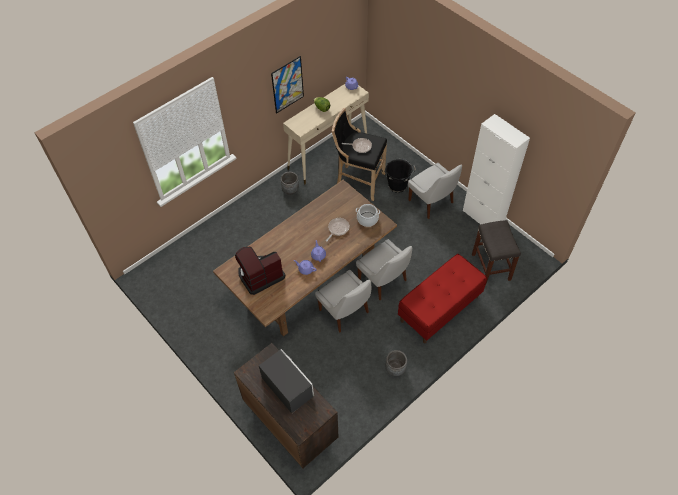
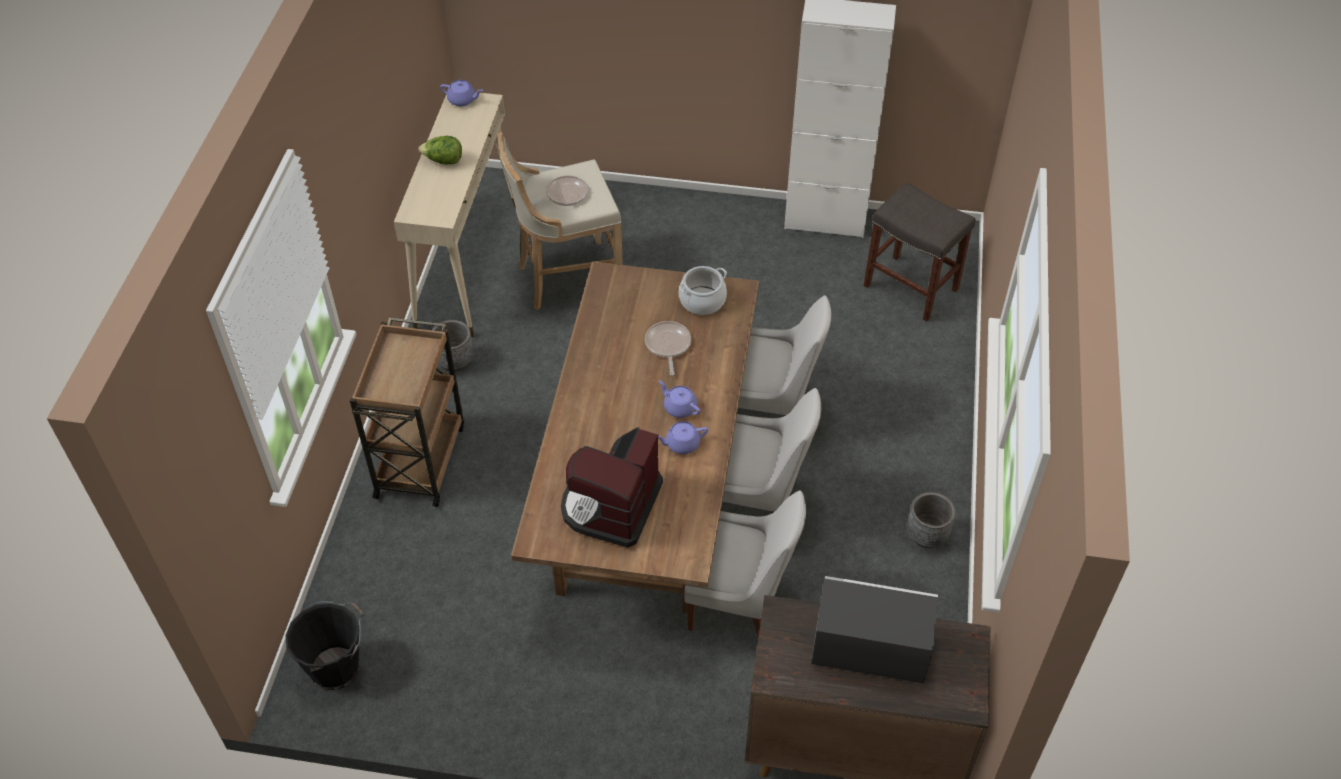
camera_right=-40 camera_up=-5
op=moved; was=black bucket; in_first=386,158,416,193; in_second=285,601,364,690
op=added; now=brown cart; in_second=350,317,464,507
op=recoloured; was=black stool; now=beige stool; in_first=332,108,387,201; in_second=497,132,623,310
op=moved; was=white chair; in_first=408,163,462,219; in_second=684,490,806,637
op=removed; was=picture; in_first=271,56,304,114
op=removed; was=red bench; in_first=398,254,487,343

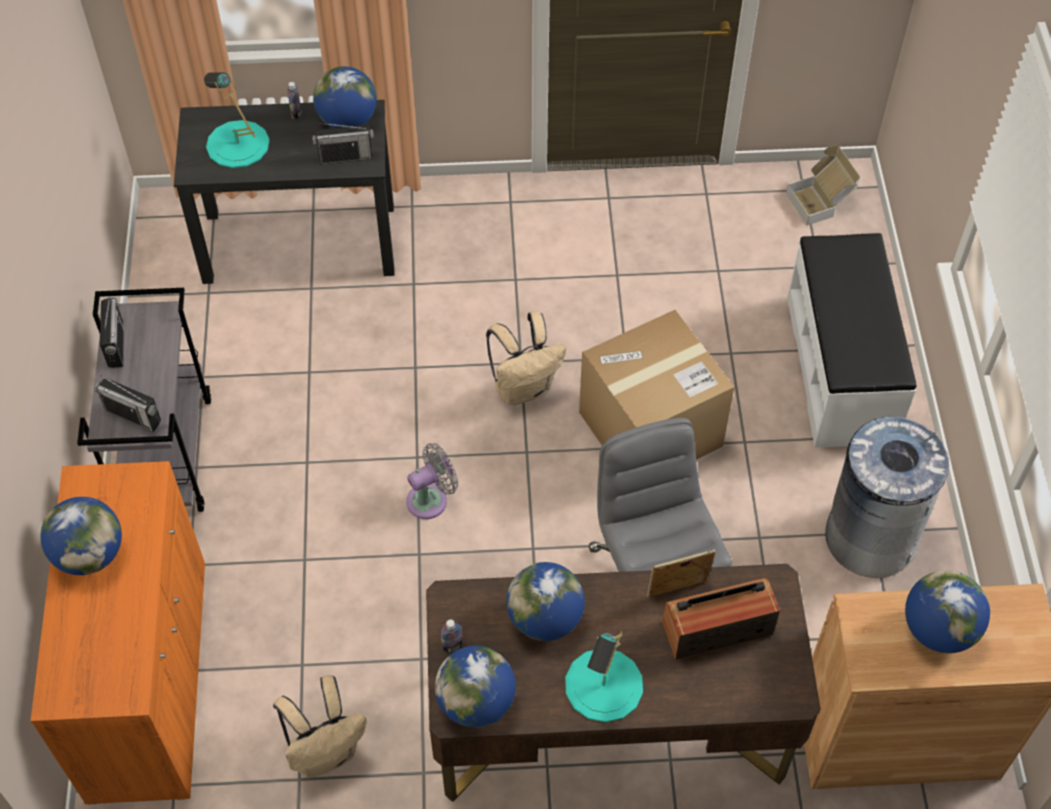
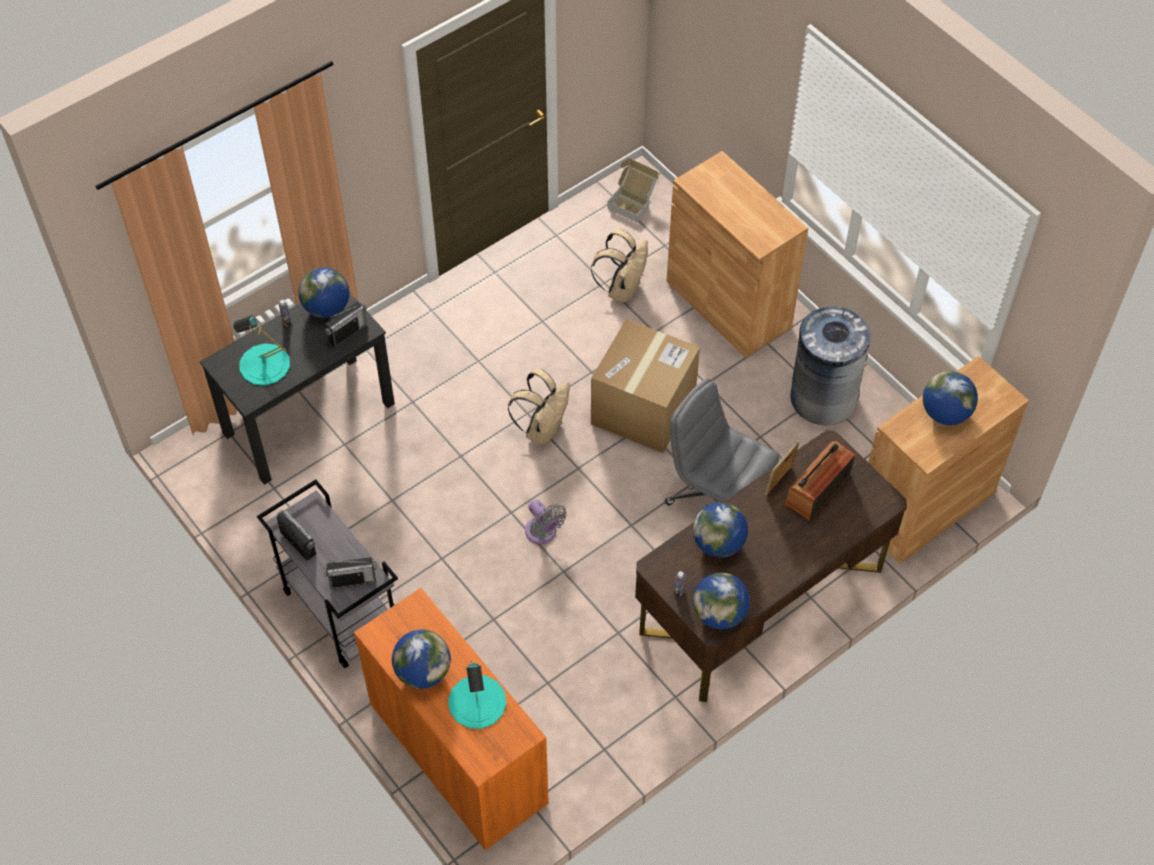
camera_right=-35 camera_up=0
op=moved; was=turquoise table lamp; in_first=565,631,643,722; in_second=448,660,507,729
op=turned; was=grey fan; in_first=406,443,458,519; in_second=525,500,567,544; clockwise=120
op=moved; was=beige backpack; in_first=273,675,367,777; in_second=591,229,648,303
op=replaced; was=white bench; now=brown cabinet; in_first=787,233,917,448; in_second=666,151,808,358

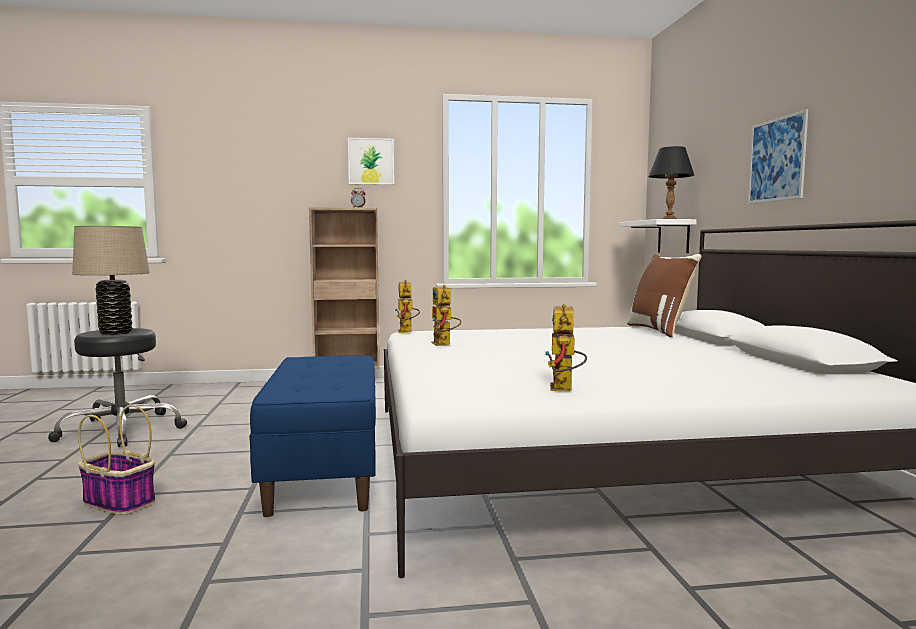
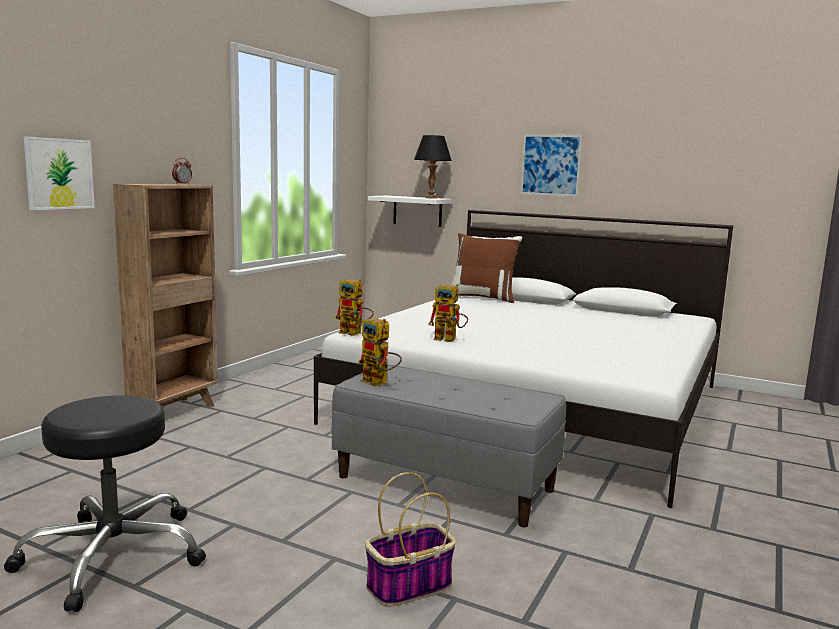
camera_right=-55 camera_up=5
op=moved; was=picture; in_first=348,138,394,185; in_second=24,137,95,210
op=recoloured; was=blue bench; now=grey bench; in_first=249,355,376,517; in_second=332,364,566,527
op=moved; was=toy robot; in_first=545,304,587,391; in_second=358,318,402,386
op=removed; was=beige table lamp; in_first=72,226,150,335

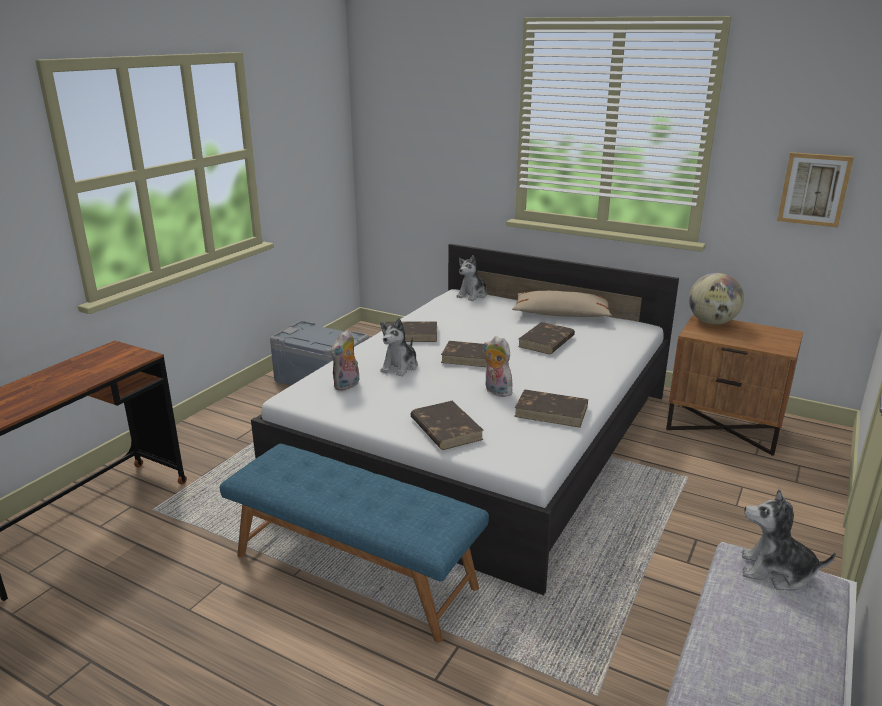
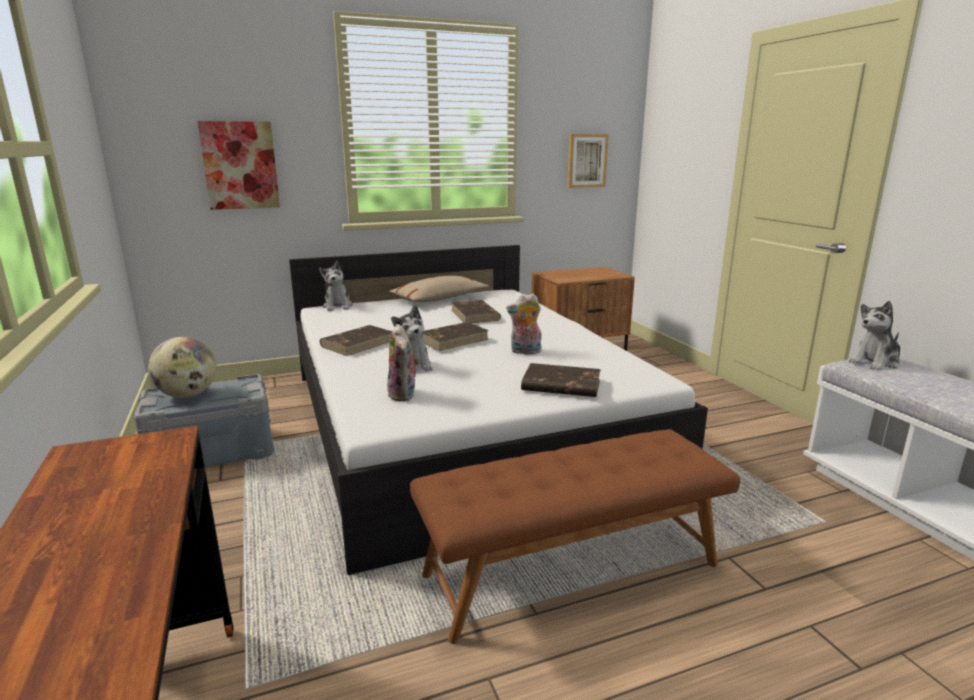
camera_right=-50 camera_up=-5
op=moved; was=globe; in_first=689,273,744,325; in_second=148,337,217,398
op=added; now=picture; in_second=197,121,280,210
op=recoloured; was=blue bench; now=brown bench; in_first=220,444,489,643; in_second=410,429,740,644
op=removed; was=brown book; in_first=514,389,588,428

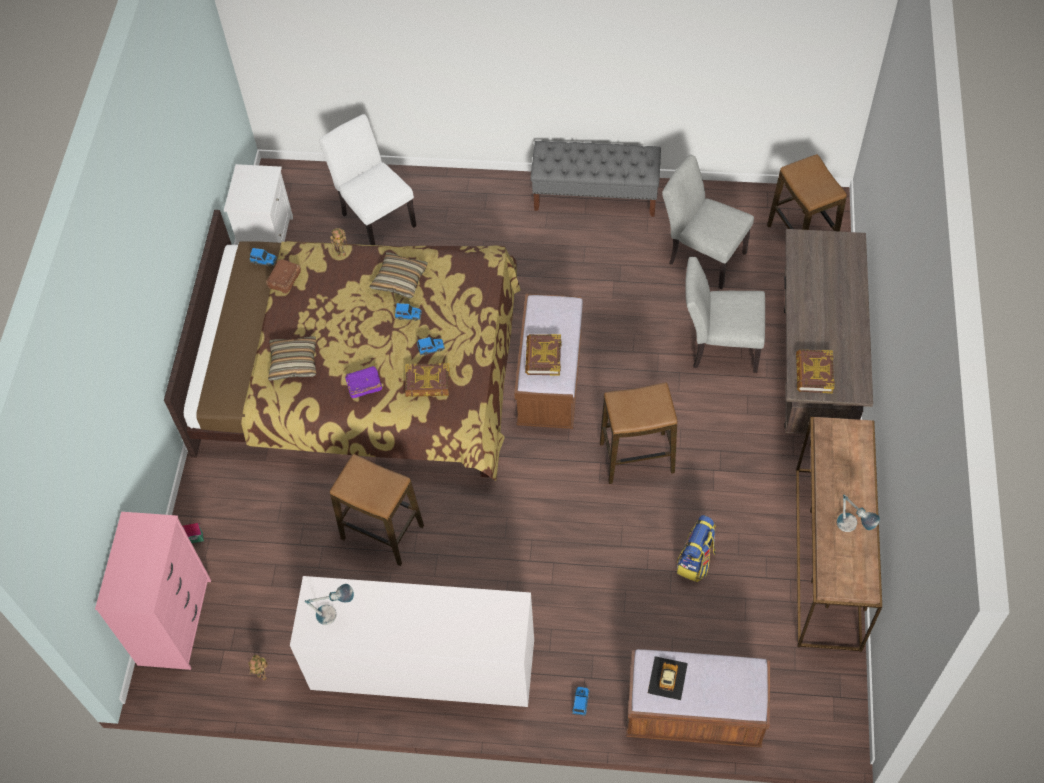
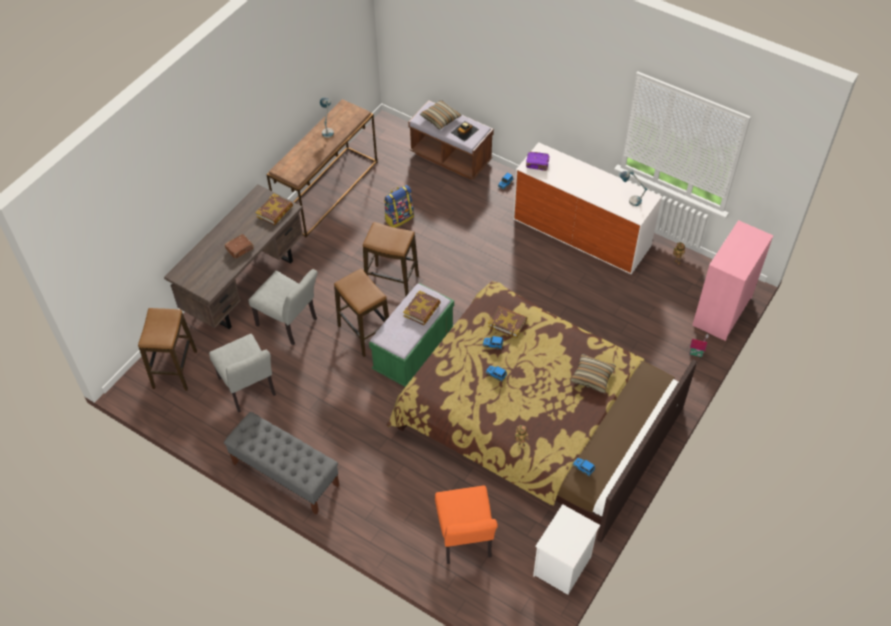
camera_right=-155 camera_up=-5
op=moved; was=brown book; in_first=266,259,301,294; in_second=225,234,254,258
op=moved; was=stool; in_first=330,454,424,566; in_second=334,269,389,357
op=recoloured; was=brown bench; now=green bench; in_first=514,294,583,429; in_second=369,283,454,387
op=moved; was=pillow; in_first=370,252,428,298; in_second=420,100,462,130
op=recoloured; was=white chair; now=orange chair; in_first=319,114,416,245; in_second=435,485,498,564
op=moved; was=purple book; in_first=345,366,382,398; in_second=526,152,550,171

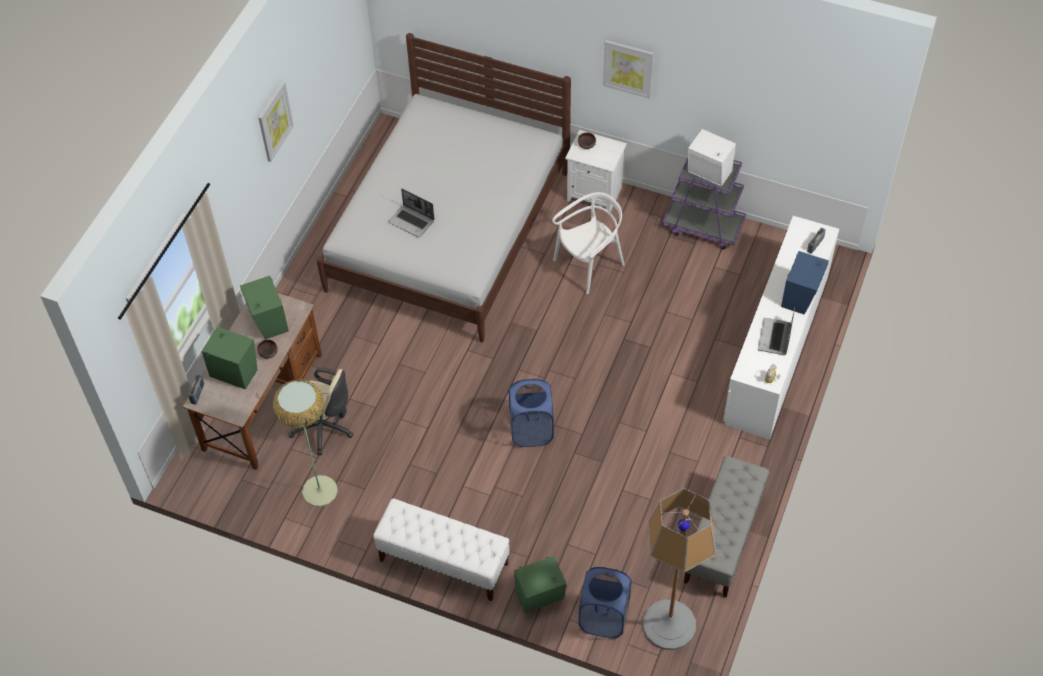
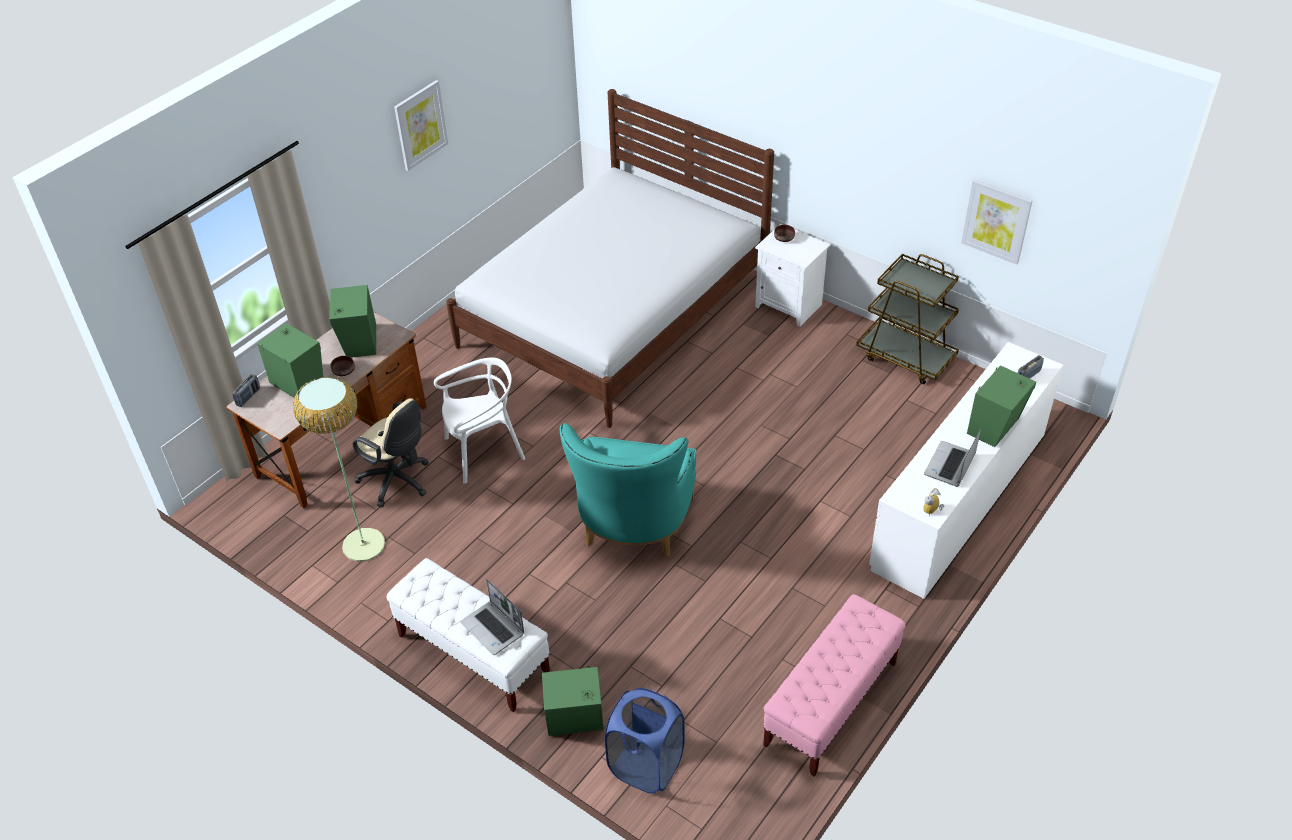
camera_right=15 camera_up=-10
op=moved; was=white chair; in_first=552,192,625,294; in_second=434,358,525,484
op=moved; was=laptop; in_first=389,189,435,237; in_second=461,579,524,655
op=replaced; was=blue laundry basket; now=turquoise armchair; in_first=509,378,554,447; in_second=560,423,696,557
op=recoloured; was=grey bench; now=pink bench; in_first=684,456,769,598; in_second=763,594,906,777
op=recoloured; was=purple cart; now=brown cart; in_first=663,158,746,250; in_second=856,254,959,384
op=moved; was=picture; in_first=603,40,654,99; in_second=961,180,1032,264
op=recoloured; was=blue speaker; now=green speaker; in_first=781,251,829,315; in_second=967,365,1036,447
op=removed; was=floor lamp; in_first=643,488,716,650
op=removed; was=white speaker; in_first=688,129,736,186

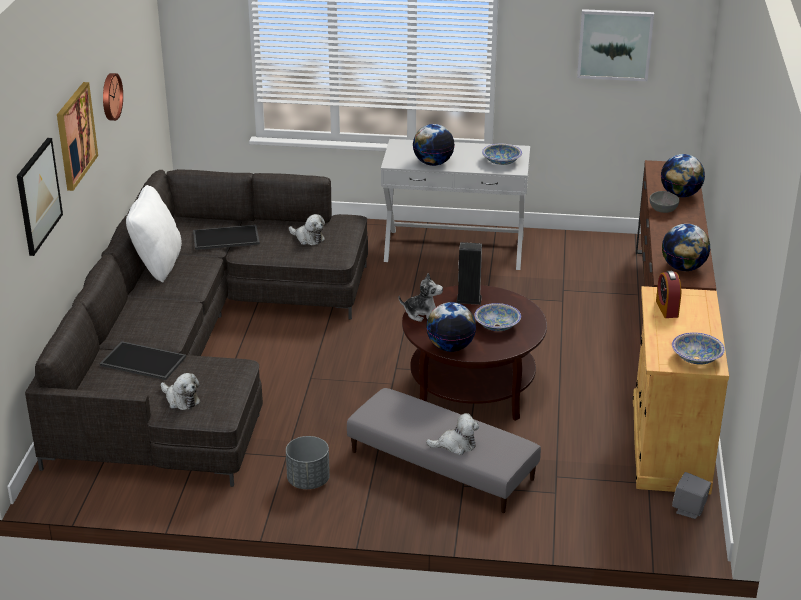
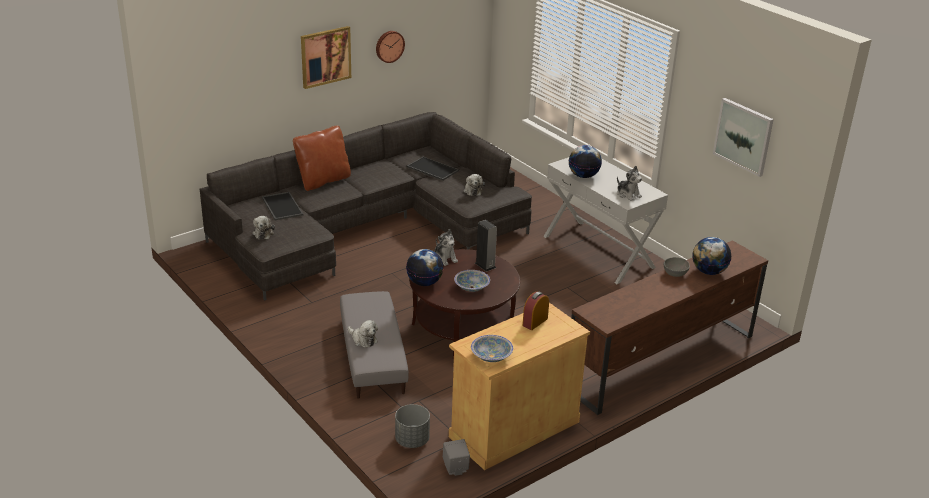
camera_right=45 camera_up=0
op=added; now=brown pillow; in_second=293,126,351,191
op=moved; was=grey planter; in_first=286,436,330,489; in_second=395,404,430,448
op=replaced; was=bowl; now=plush toy; in_first=482,144,522,165; in_second=617,166,642,201
op=removed; was=picture; in_first=17,138,63,256
op=removed; was=white pillow; in_first=126,185,182,282
op=removed; was=globe; in_first=662,224,710,271

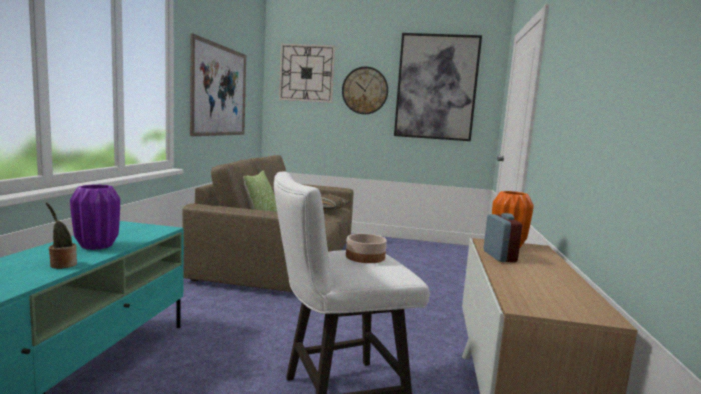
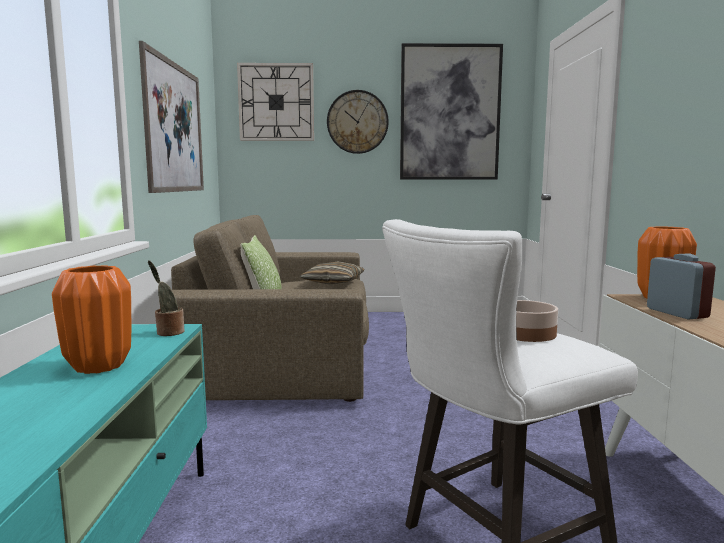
camera_right=-10 camera_up=0
op=recoloured; was=purple vase; now=orange vase; in_first=70,185,120,250; in_second=52,265,131,374
op=moved; was=potted plant; in_first=46,202,77,269; in_second=148,260,185,336

